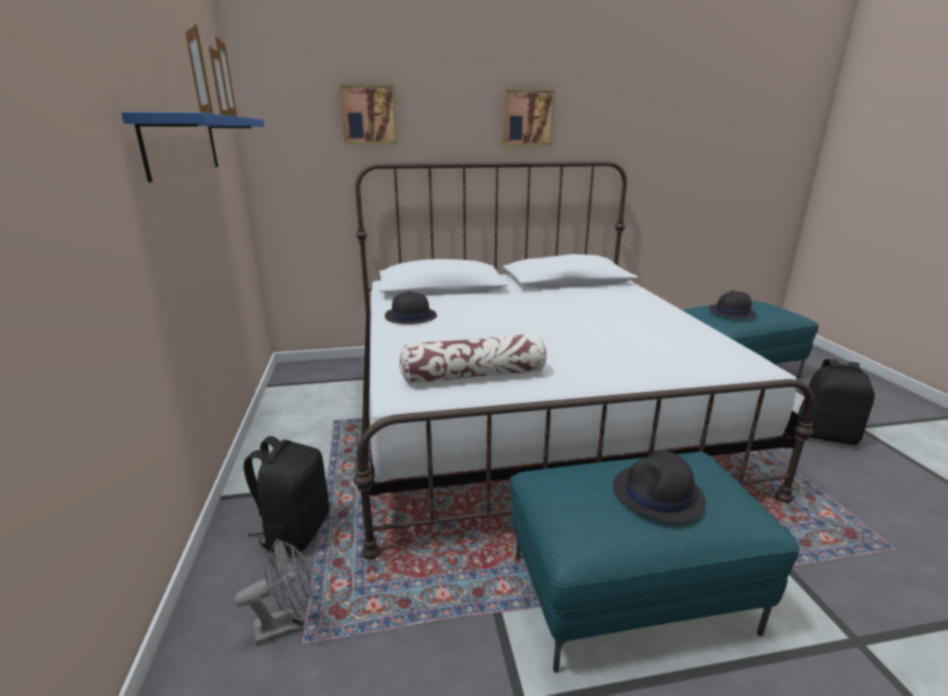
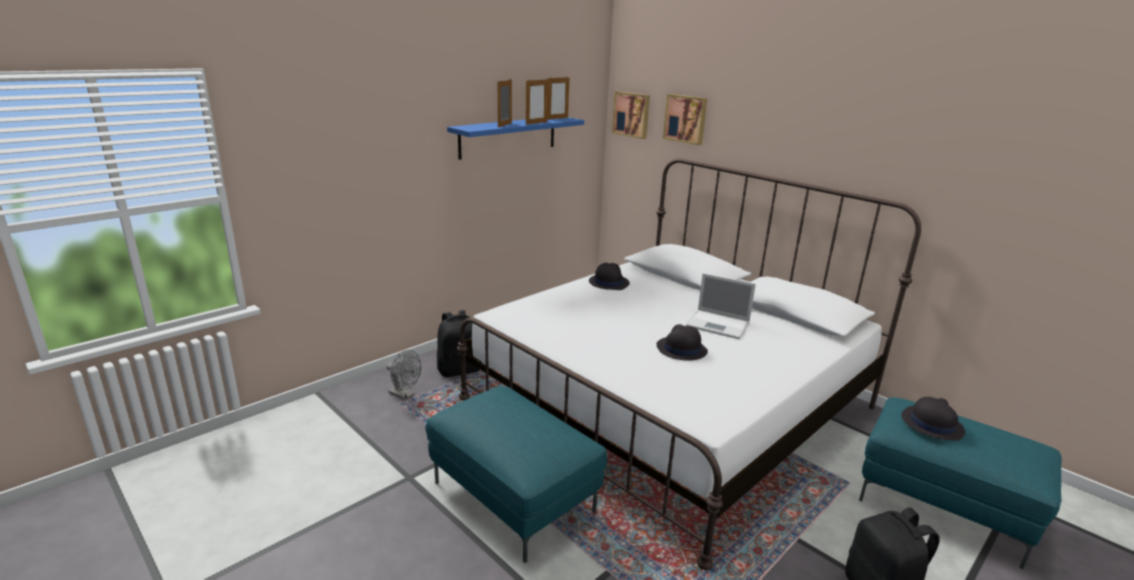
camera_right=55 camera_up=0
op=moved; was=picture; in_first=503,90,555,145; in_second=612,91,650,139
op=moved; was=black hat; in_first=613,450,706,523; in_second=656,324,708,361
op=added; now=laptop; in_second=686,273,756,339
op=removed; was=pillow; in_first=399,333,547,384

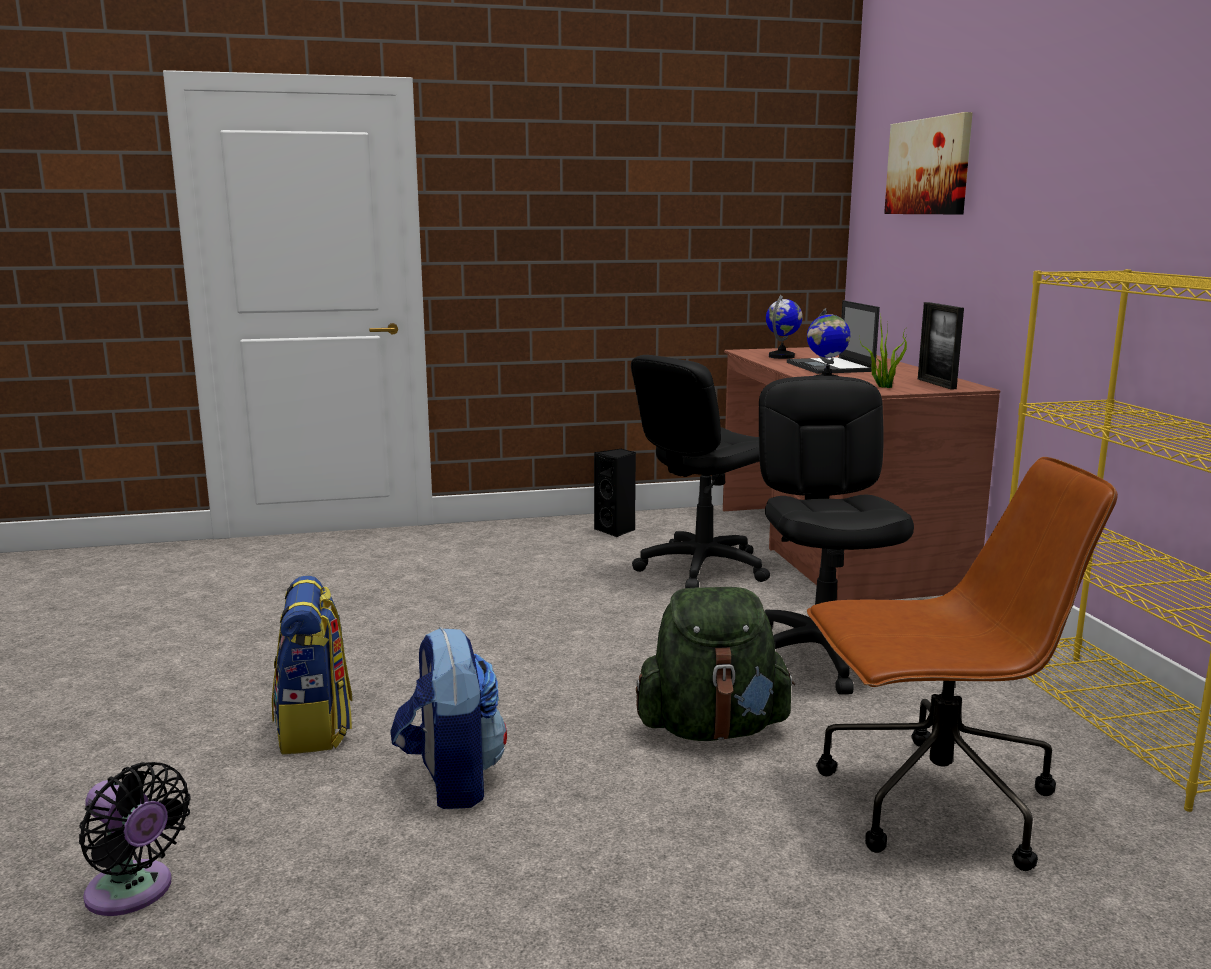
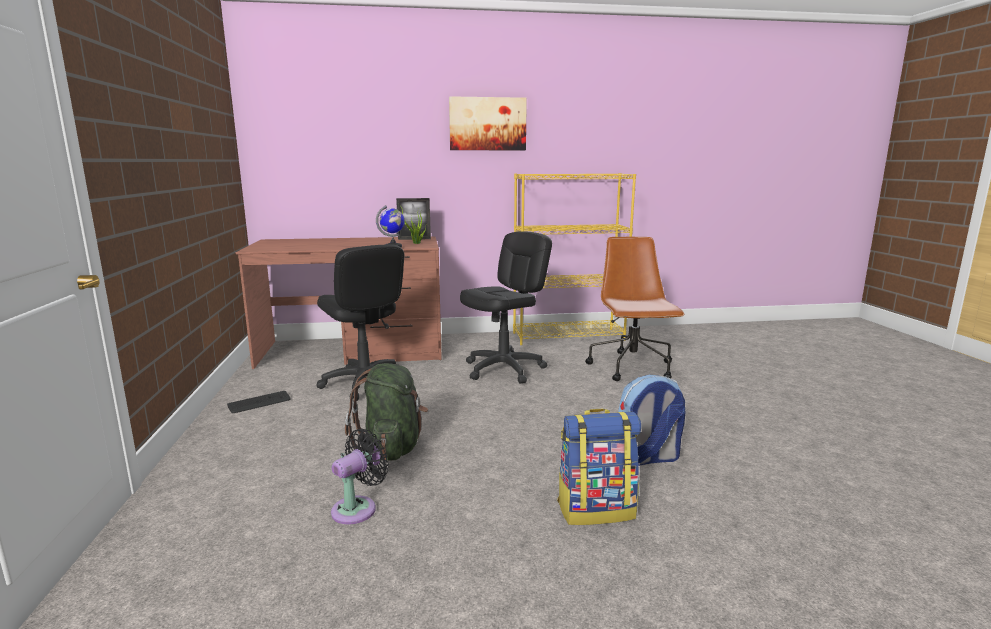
camera_right=-85 camera_up=0
op=replaced; was=black speaker; now=keyboard; in_first=594,449,636,537; in_second=227,391,291,413
op=moved; was=black fan; in_first=79,762,191,916; in_second=331,429,389,524
op=moved; was=green backpack; in_first=636,587,795,741; in_second=345,363,428,461
op=moved; was=picture; in_first=884,112,973,214; in_second=449,96,527,150
op=turned; was=black office chair; in_first=759,376,914,695; in_second=460,231,552,384; clockwise=135
op=removed; was=globe; in_first=766,295,803,359
op=removed; was=laptop; in_first=787,300,880,374

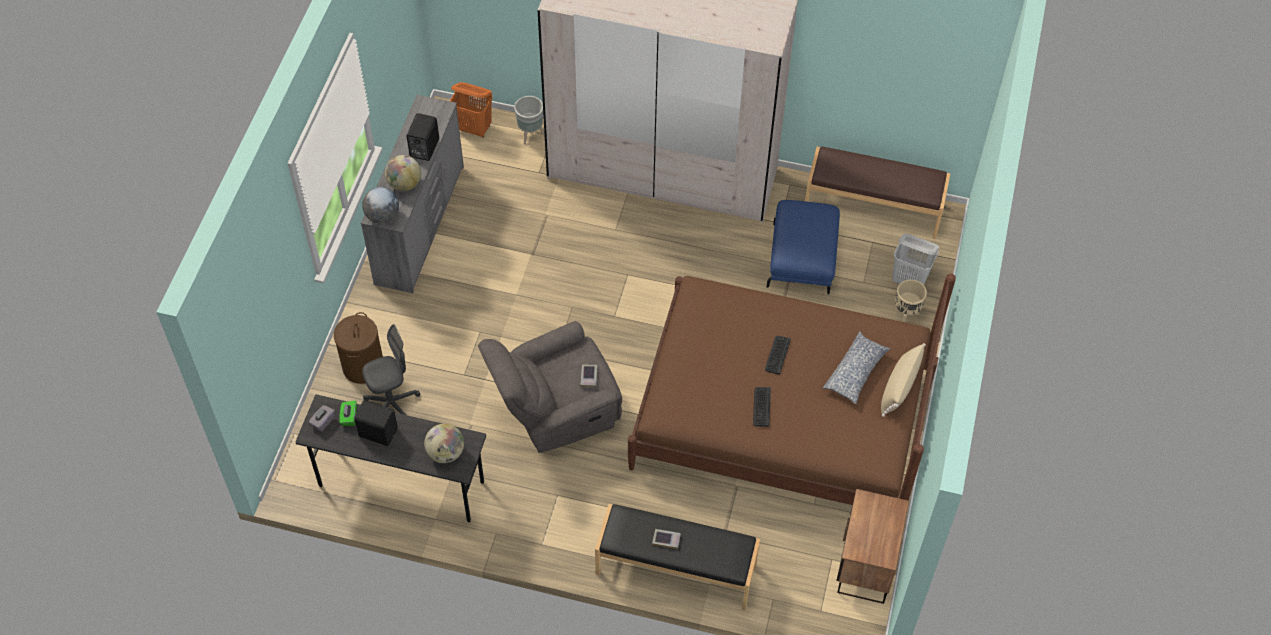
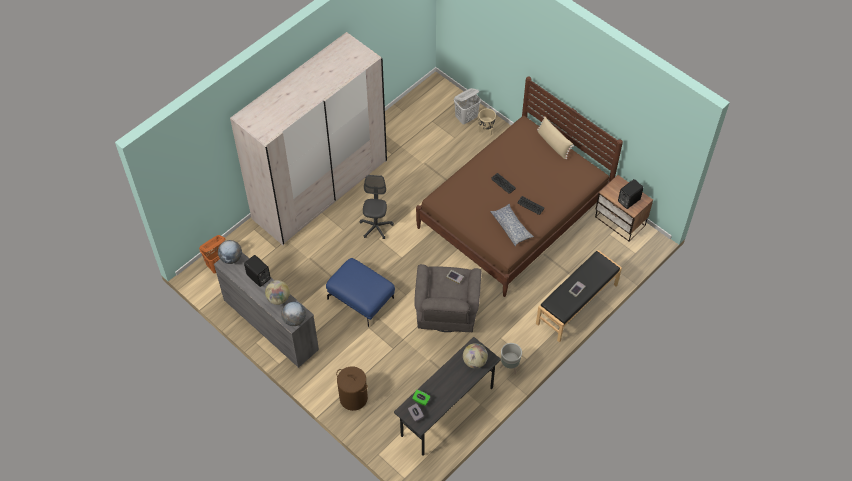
camera_right=-60 camera_up=0
op=added; now=globe; in_second=218,240,242,264
op=moved; was=blue ottoman; in_first=767,200,840,295; in_second=326,258,395,327
op=moved; was=grey office chair; in_first=362,324,420,415; in_second=360,175,394,239
op=moved; was=pillow; in_first=823,331,890,404; in_second=490,204,534,246
op=moved; was=grey planter; in_first=514,96,544,145; in_second=500,343,522,374
op=moved; was=black speaker; in_first=354,400,398,446; in_second=618,179,643,209
op=removed; was=brown bench; in_first=805,146,950,239

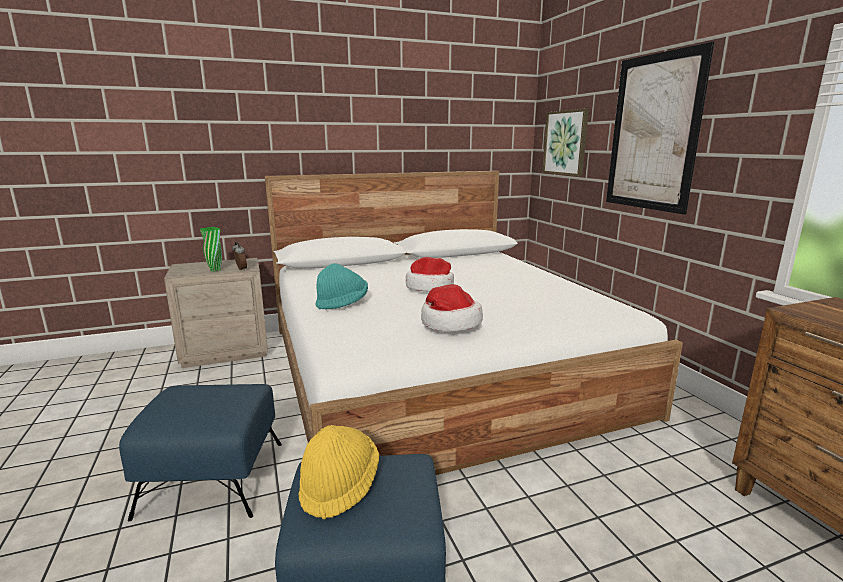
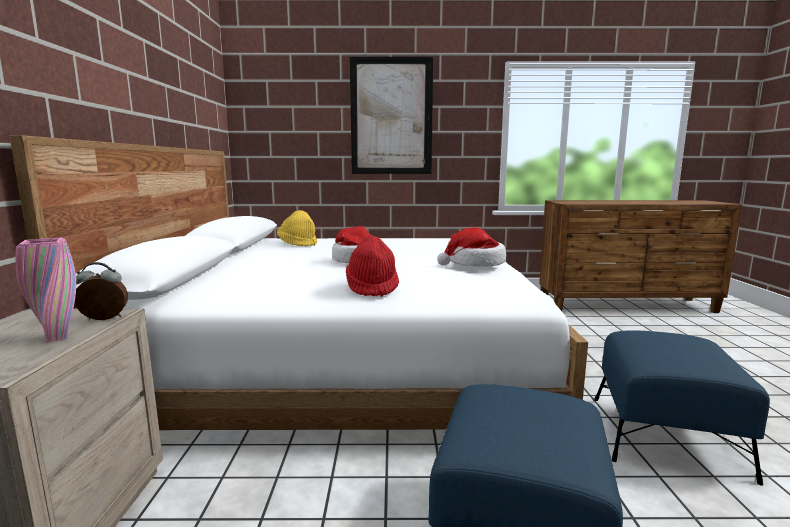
camera_right=-70 camera_up=-5
op=recoloured; was=green vase; now=pink vase; in_first=200,227,222,272; in_second=15,237,76,342
op=moved; was=yellow hat; in_first=299,425,379,519; in_second=277,210,317,247
op=recoloured; was=turquoise hat; now=red hat; in_first=316,263,368,309; in_second=346,236,399,297
op=removed; was=picture; in_first=542,109,589,176

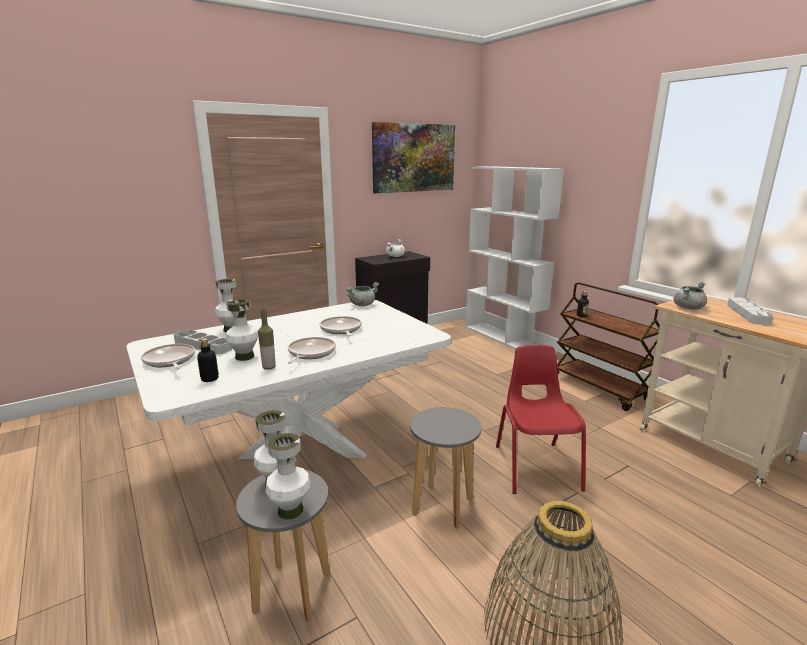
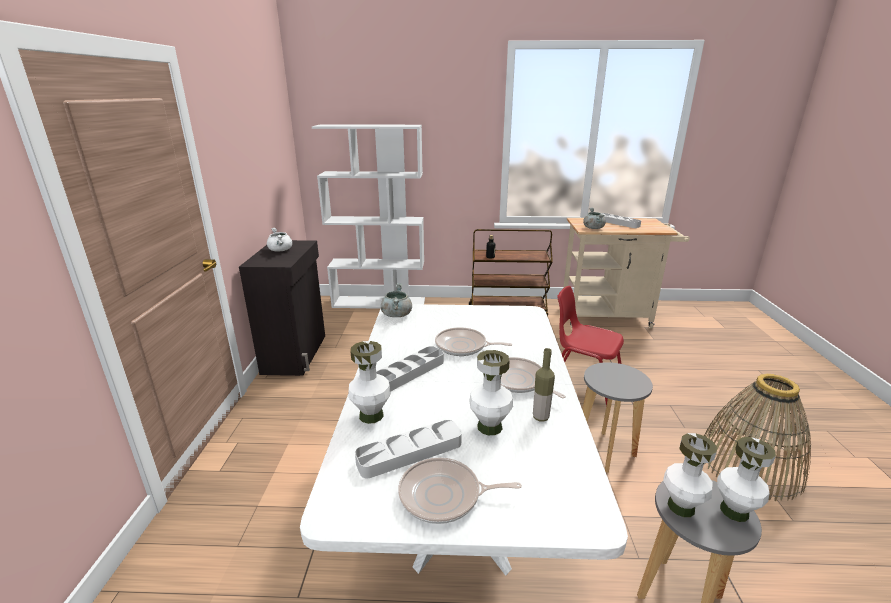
camera_right=-55 camera_up=5
op=added; now=grey tray; in_second=376,346,444,392
op=removed; was=bottle; in_first=197,338,219,382
op=removed; was=picture; in_first=372,122,455,193

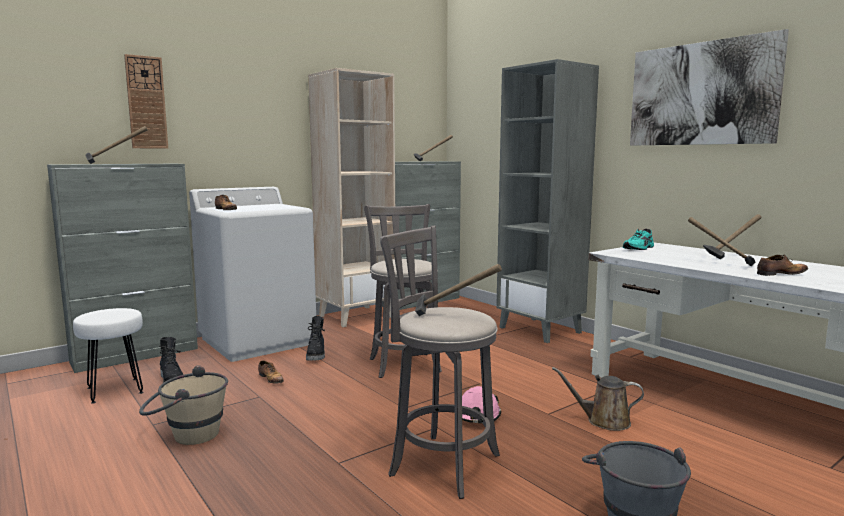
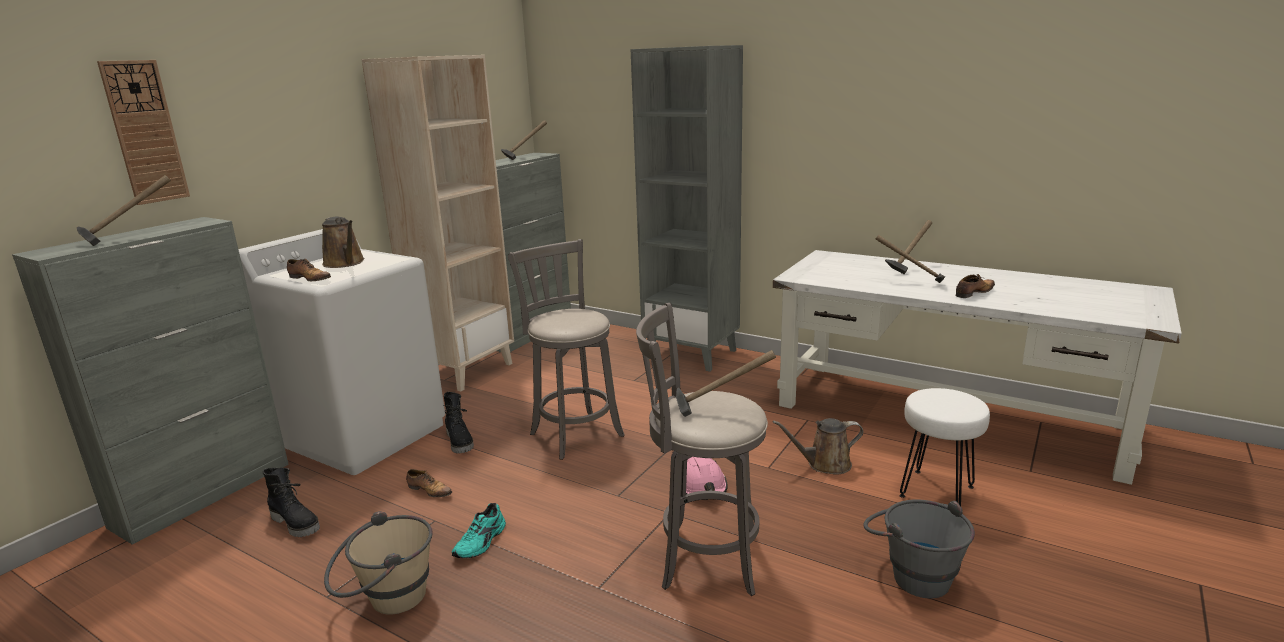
camera_right=-20 camera_up=10
op=added; now=brown watering can; in_second=322,216,365,268
op=moved; was=turquoise shoe; in_first=623,228,654,250; in_second=452,503,506,558
op=moved; was=white stool; in_first=73,308,144,404; in_second=899,388,990,506
op=removed; was=picture; in_first=630,29,789,146

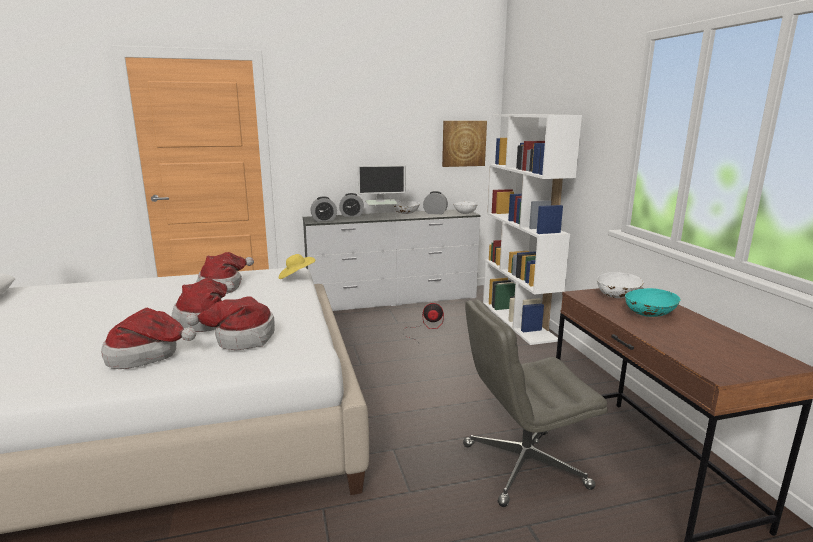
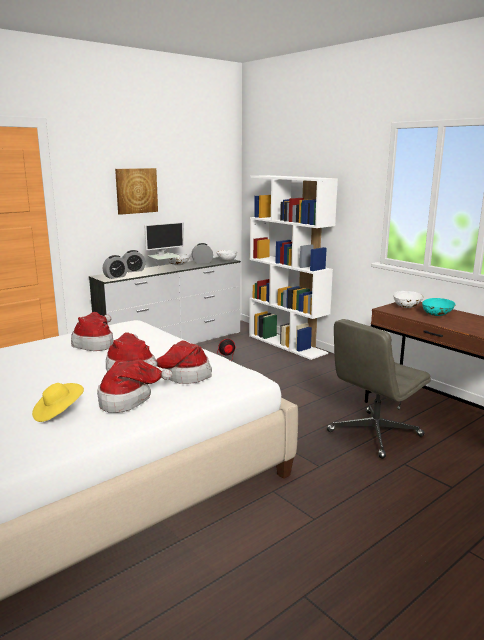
camera_right=-25 camera_up=0
op=moved; was=yellow hat; in_first=279,254,315,279; in_second=32,383,84,422
op=moved; was=picture; in_first=442,121,487,167; in_second=115,168,158,215

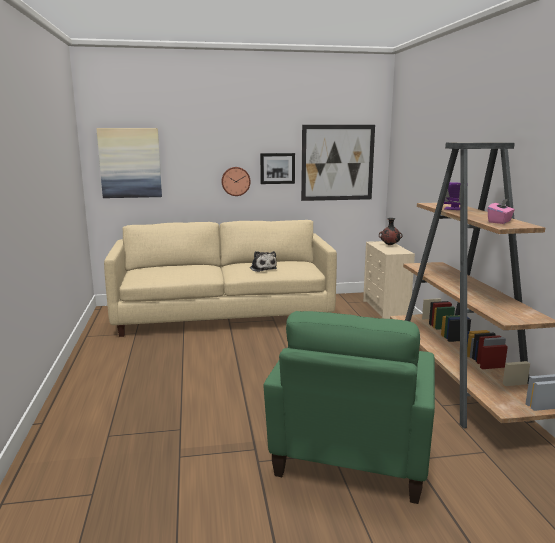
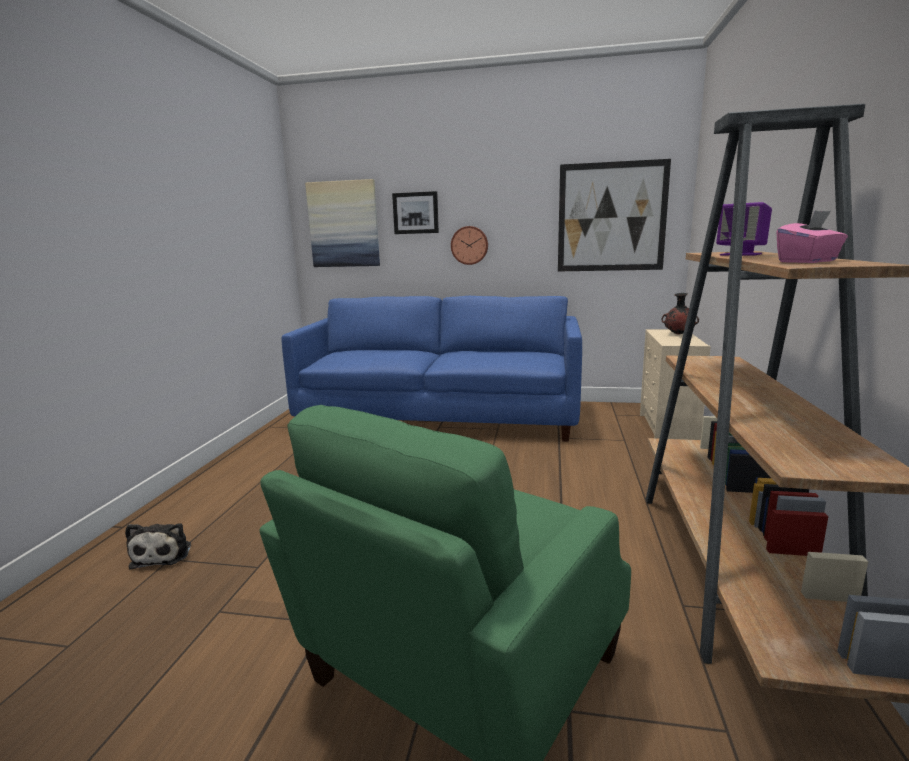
camera_right=20 camera_up=0
op=moved; was=plush toy; in_first=250,251,277,272; in_second=125,523,191,569
op=recoloured; was=beige sofa; now=blue sofa; in_first=104,220,337,337; in_second=281,296,582,442
op=moved; was=picture; in_first=260,153,295,184; in_second=392,191,439,234

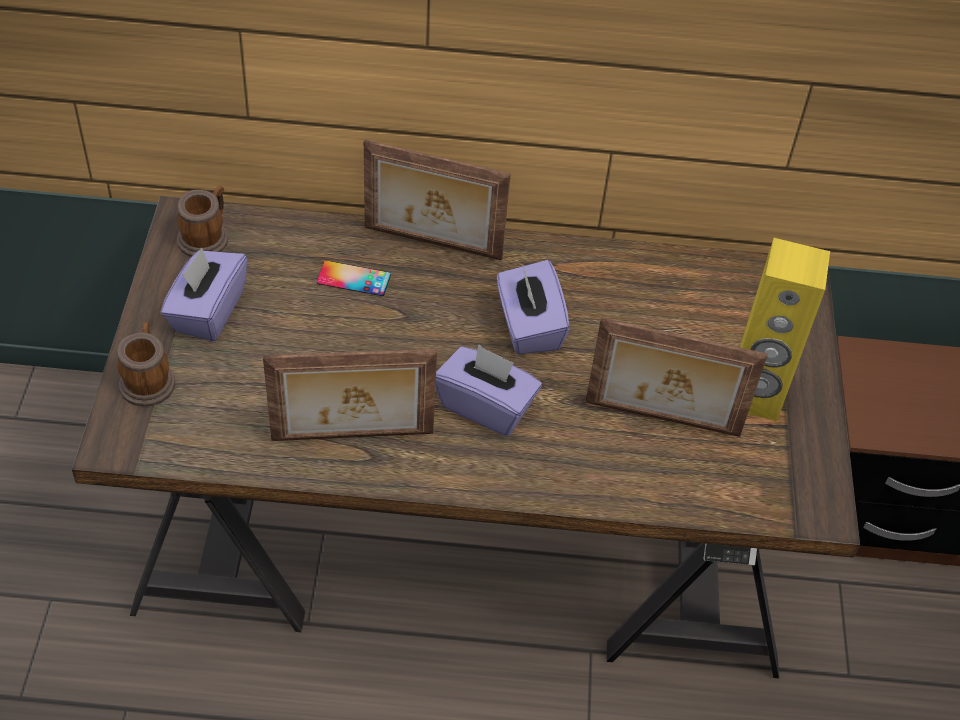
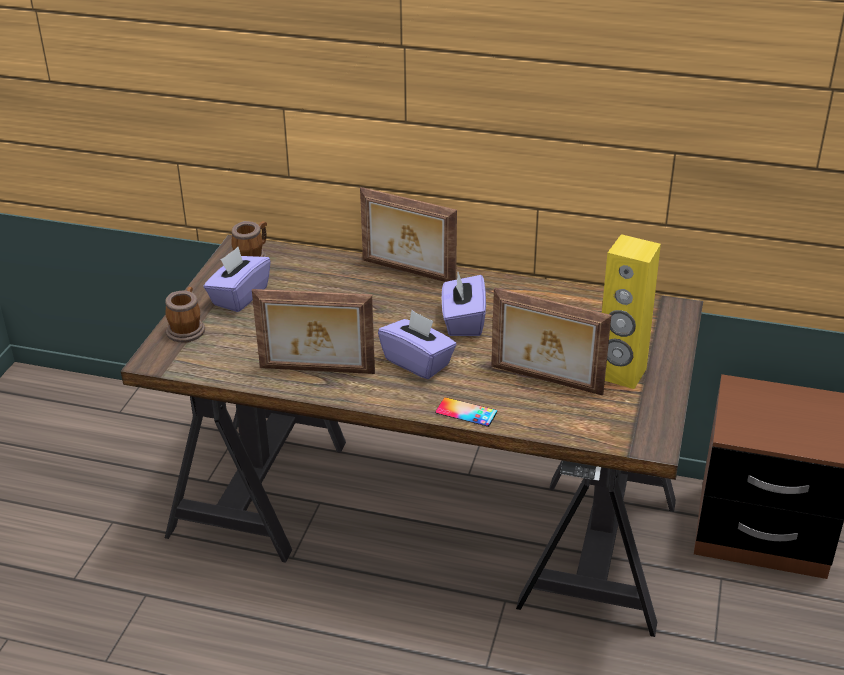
camera_right=15 camera_up=-15
op=moved; was=phone; in_first=317,260,391,296; in_second=436,397,497,427

